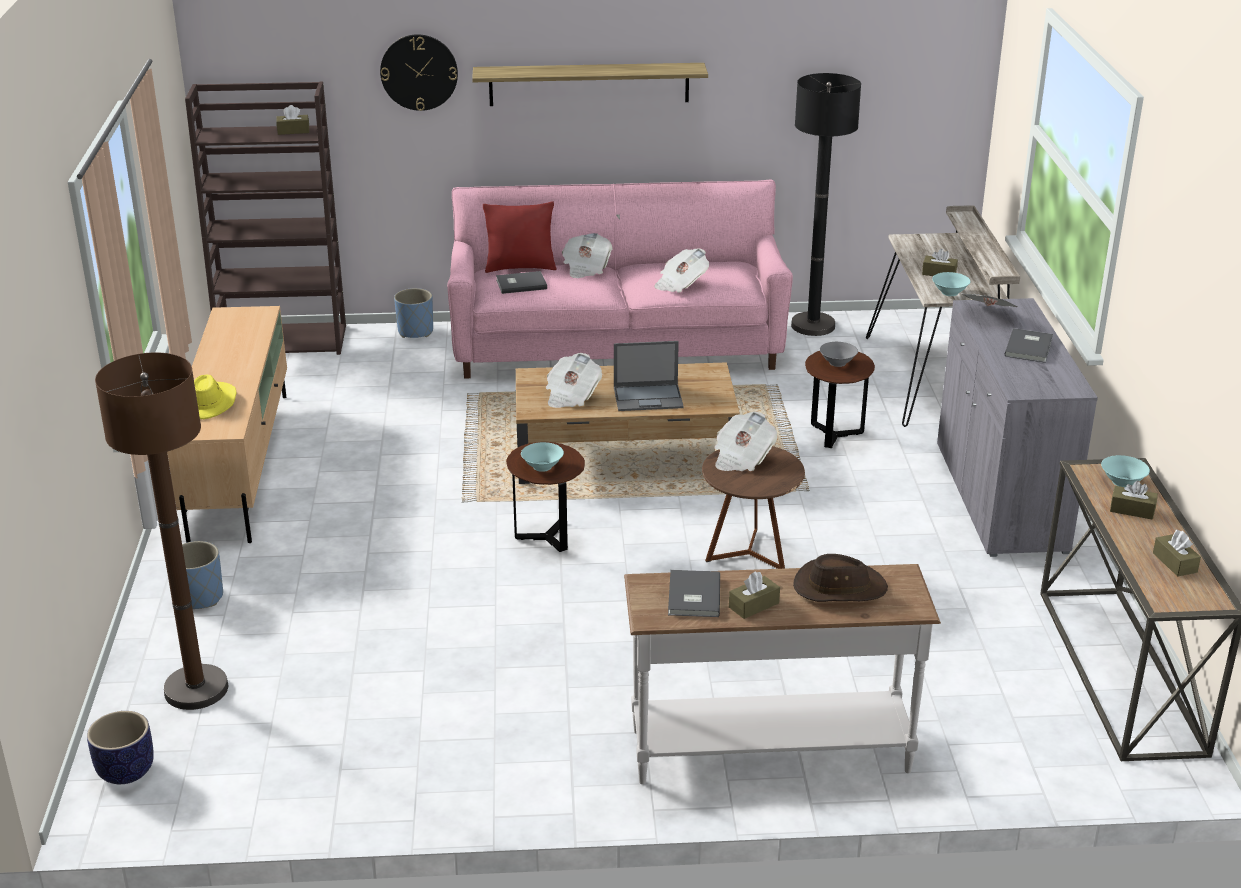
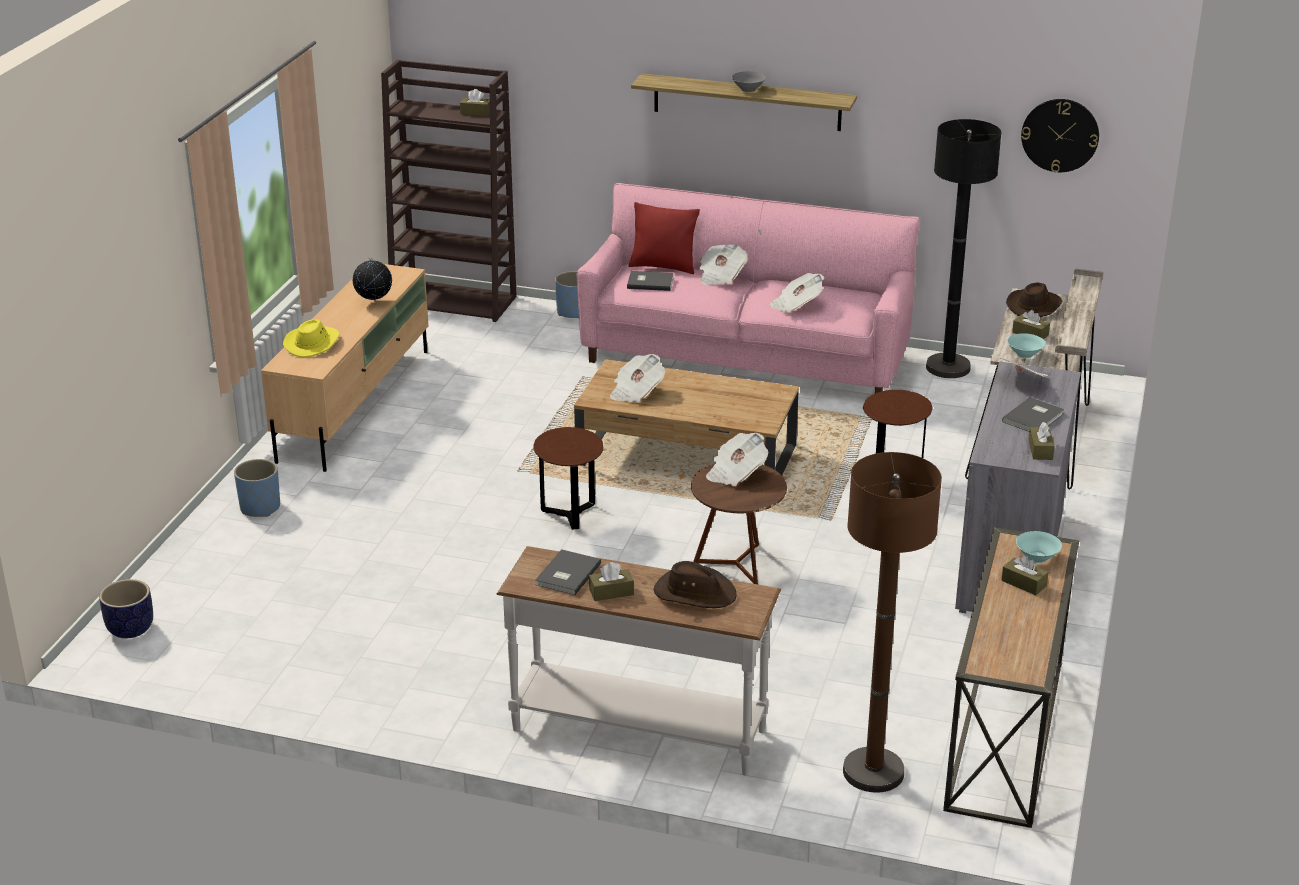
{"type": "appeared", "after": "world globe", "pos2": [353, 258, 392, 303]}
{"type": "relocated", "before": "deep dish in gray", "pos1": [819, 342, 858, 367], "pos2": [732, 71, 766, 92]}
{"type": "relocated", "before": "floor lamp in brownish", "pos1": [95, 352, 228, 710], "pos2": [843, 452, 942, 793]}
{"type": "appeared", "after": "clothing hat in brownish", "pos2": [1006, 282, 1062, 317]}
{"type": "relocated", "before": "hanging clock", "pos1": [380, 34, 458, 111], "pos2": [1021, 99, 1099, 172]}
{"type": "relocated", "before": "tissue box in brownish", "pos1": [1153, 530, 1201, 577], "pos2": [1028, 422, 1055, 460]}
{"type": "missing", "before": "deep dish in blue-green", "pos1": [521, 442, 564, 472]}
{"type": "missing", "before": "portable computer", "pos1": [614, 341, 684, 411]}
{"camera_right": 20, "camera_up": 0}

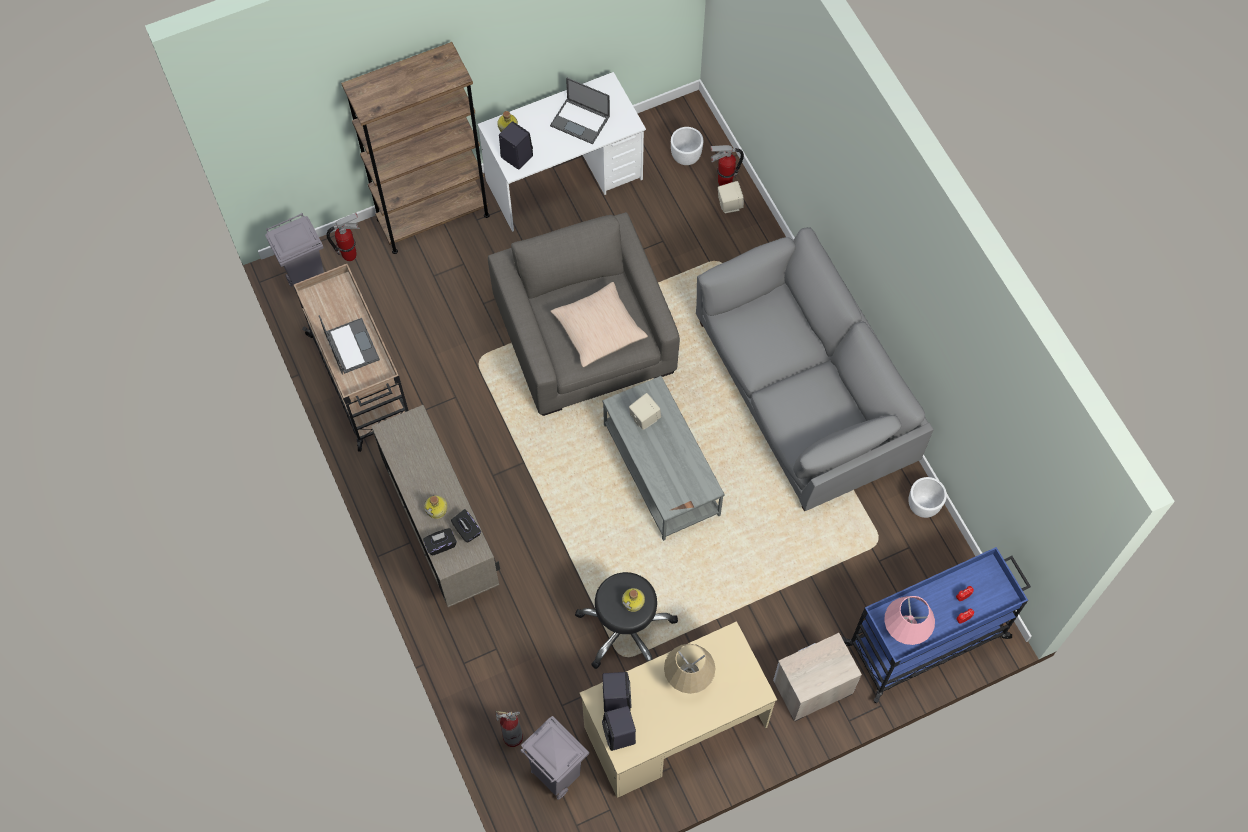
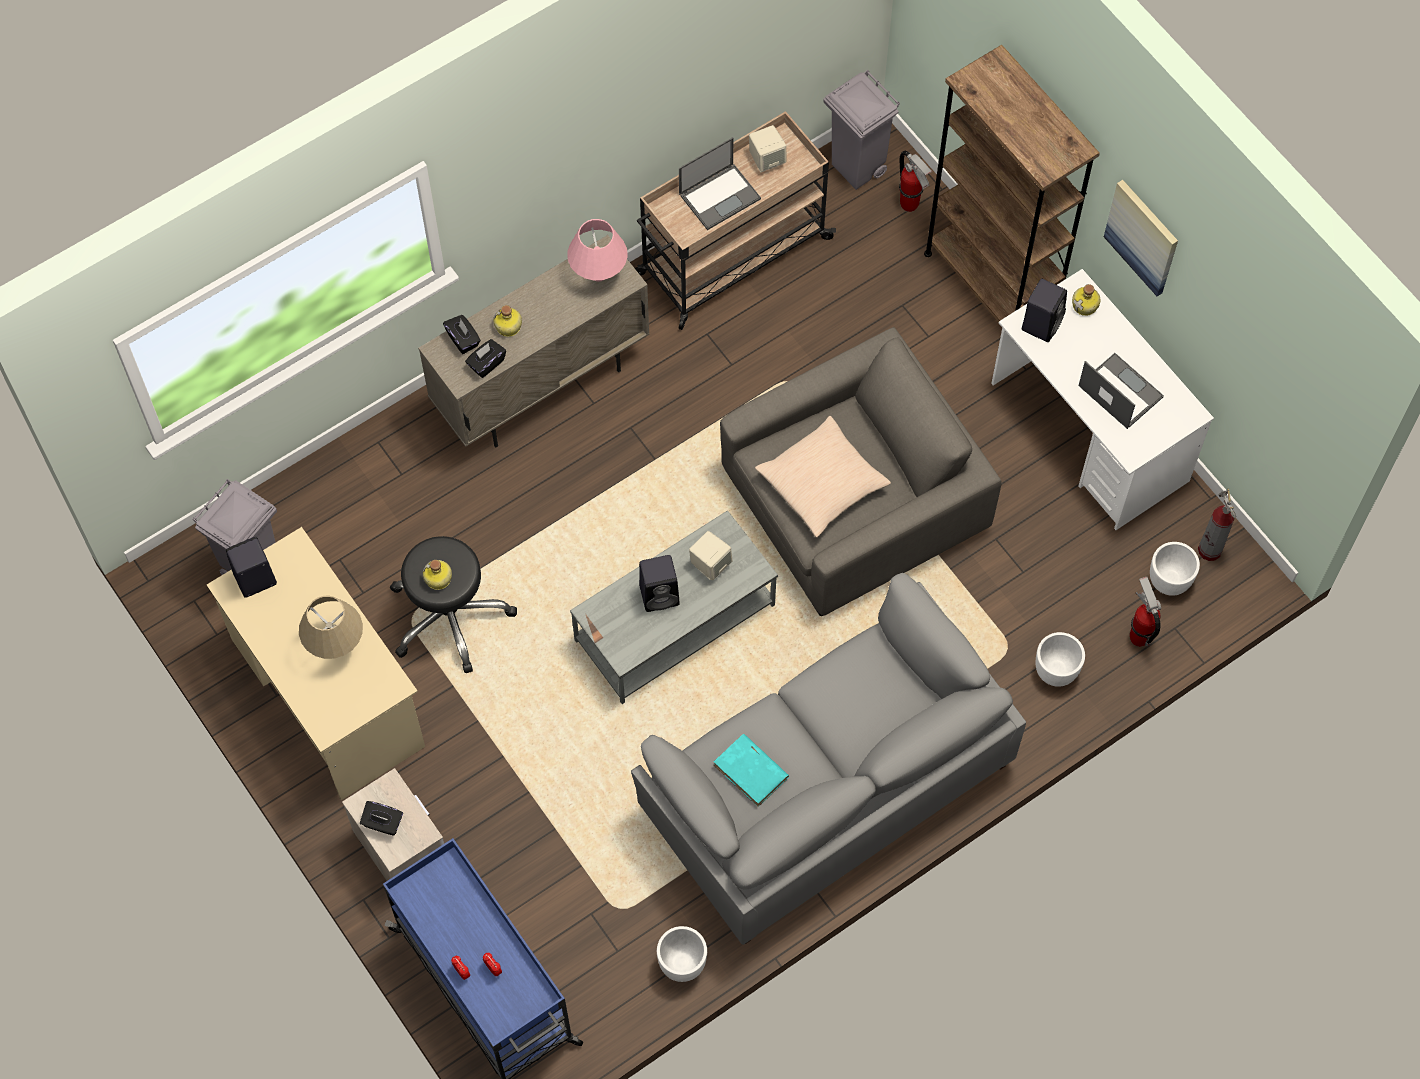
{"type": "appeared", "after": "tissue box in black-coloured", "pos2": [360, 801, 403, 836]}
{"type": "relocated", "before": "table lamp in pink-coloured", "pos1": [884, 596, 935, 645], "pos2": [567, 219, 628, 282]}
{"type": "relocated", "before": "loudspeaker in black-coloured", "pos1": [602, 672, 631, 712], "pos2": [639, 555, 680, 612]}
{"type": "appeared", "after": "bound book in blue-green", "pos2": [714, 734, 789, 807]}
{"type": "relocated", "before": "loudspeaker in sand-coloured", "pos1": [718, 181, 744, 213], "pos2": [749, 125, 787, 172]}
{"type": "appeared", "after": "plant pot in white-coloured", "pos2": [1035, 632, 1085, 687]}
{"type": "spun", "before": "portable computer", "pos1": [550, 77, 610, 144], "pos2": [1078, 353, 1164, 429], "turn": 120}
{"type": "appeared", "after": "wall art", "pos2": [1104, 180, 1178, 296]}
{"type": "relocated", "before": "fire extinguisher", "pos1": [496, 711, 523, 747], "pos2": [1198, 488, 1236, 561]}
{"camera_right": 80, "camera_up": 0}

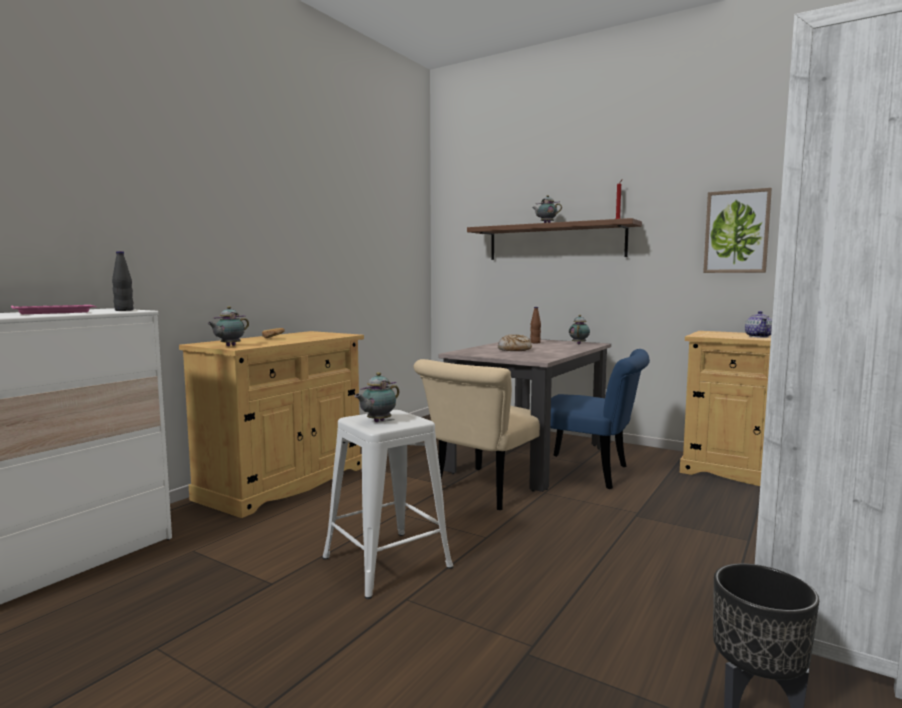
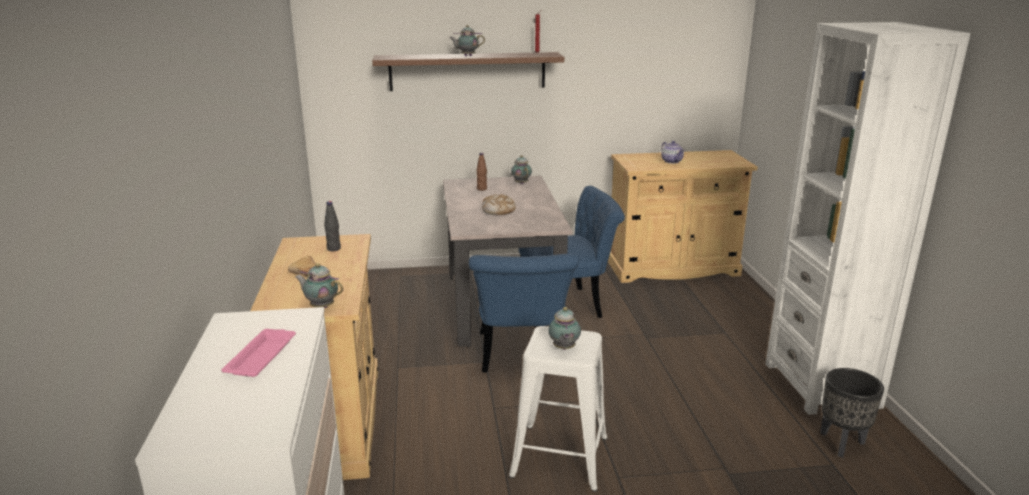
{"type": "spun", "before": "tea pot", "pos1": [207, 306, 249, 346], "pos2": [295, 263, 343, 308], "turn": 120}
{"type": "relocated", "before": "bottle in black-coloured", "pos1": [112, 251, 133, 311], "pos2": [324, 201, 341, 251]}
{"type": "colour", "before": "chair in sand-coloured", "after": "chair in bluish", "pos1": [414, 359, 540, 510], "pos2": [469, 253, 580, 373]}
{"type": "missing", "before": "wall art", "pos1": [703, 188, 772, 273]}
{"camera_right": -40, "camera_up": 15}

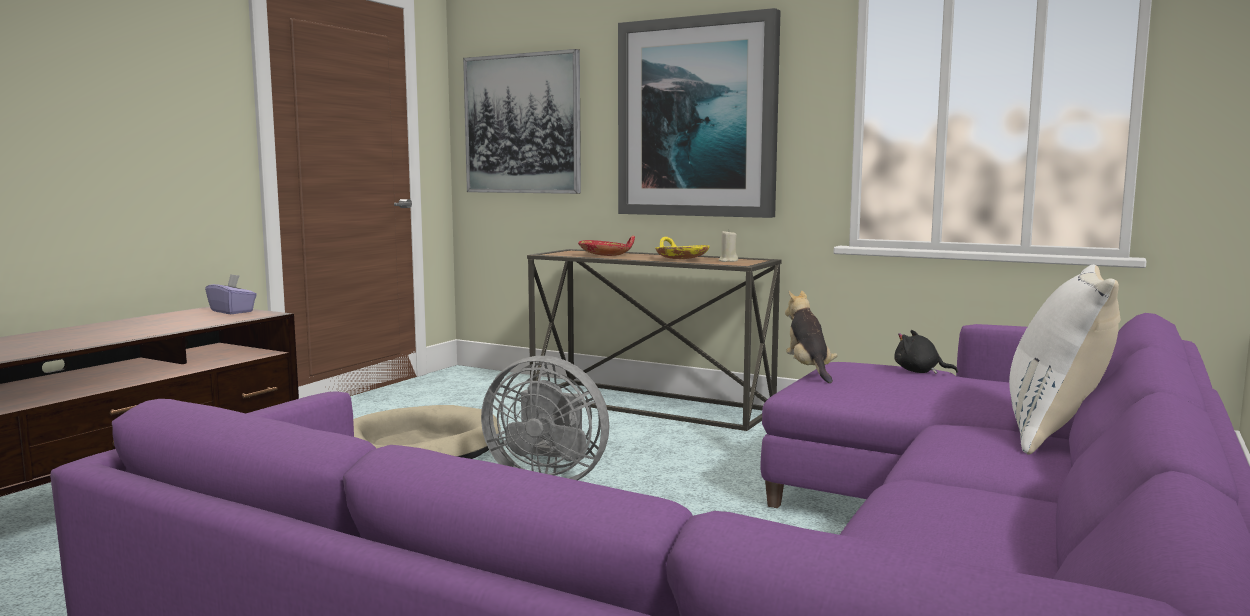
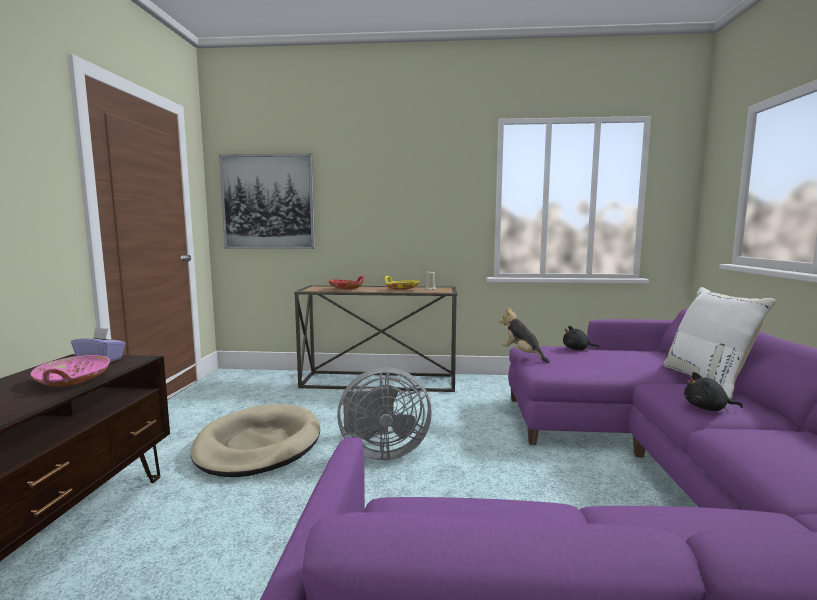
{"type": "appeared", "after": "deep dish in pink-coloured", "pos2": [31, 355, 110, 387]}
{"type": "appeared", "after": "soft toy in black-coloured", "pos2": [684, 372, 743, 411]}
{"type": "missing", "before": "wall art", "pos1": [618, 8, 781, 218]}
{"camera_right": -25, "camera_up": 0}

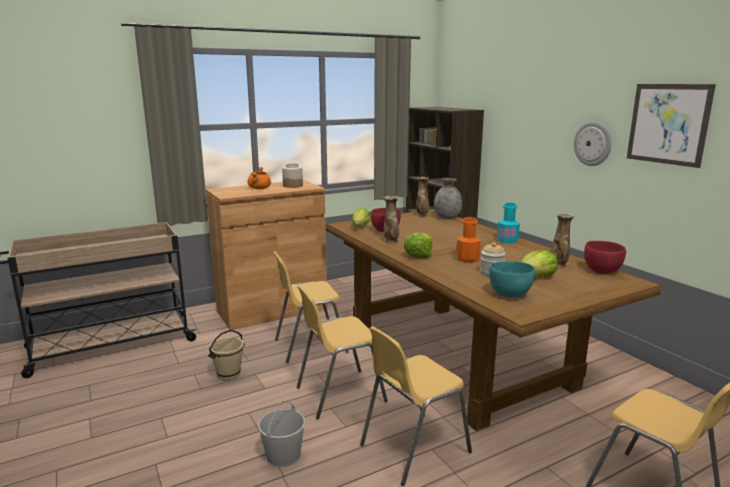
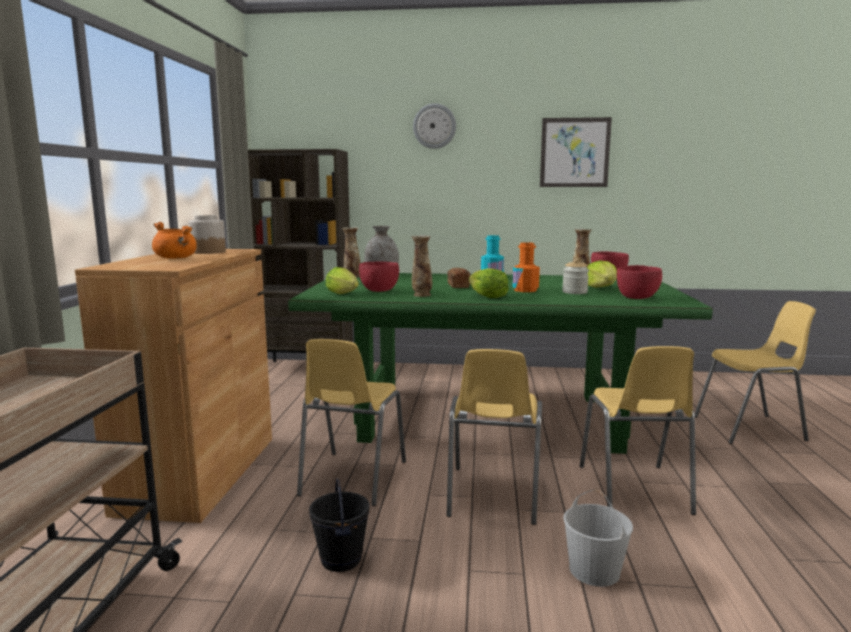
{"type": "colour", "before": "kitchen table in brownish", "after": "kitchen table in green", "pos1": [326, 209, 662, 431], "pos2": [288, 273, 713, 454]}
{"type": "colour", "before": "bucket in sand-coloured", "after": "bucket in black-coloured", "pos1": [208, 330, 245, 380], "pos2": [309, 478, 369, 572]}
{"type": "relocated", "before": "hanging clock", "pos1": [574, 121, 612, 166], "pos2": [413, 103, 456, 149]}
{"type": "appeared", "after": "bread", "pos2": [447, 268, 470, 288]}
{"type": "colour", "before": "deep dish in blue-green", "after": "deep dish in red-coloured", "pos1": [489, 261, 535, 298], "pos2": [617, 265, 662, 299]}
{"camera_right": -55, "camera_up": -5}

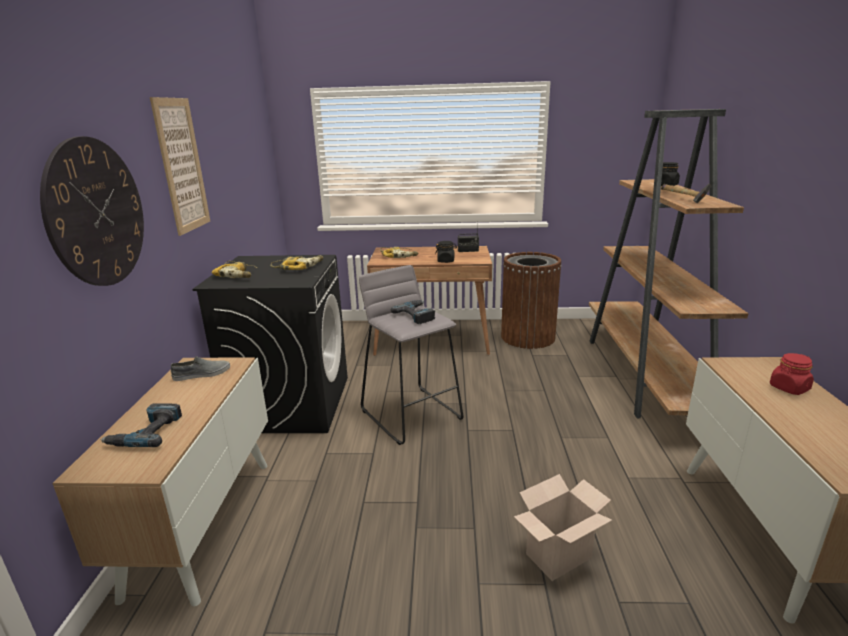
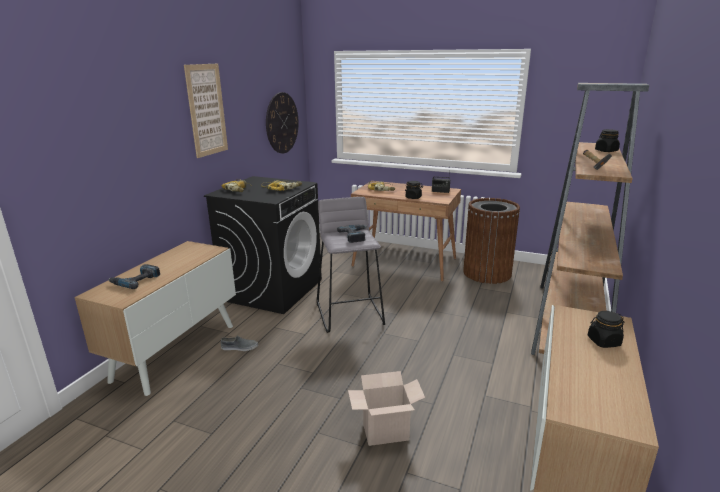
{"type": "relocated", "before": "item of footwear in gray", "pos1": [171, 356, 230, 381], "pos2": [221, 336, 258, 351]}
{"type": "relocated", "before": "hanging clock", "pos1": [40, 136, 144, 286], "pos2": [266, 92, 299, 153]}
{"type": "colour", "before": "preserve jar in red-coloured", "after": "preserve jar in black-coloured", "pos1": [770, 353, 814, 395], "pos2": [588, 311, 624, 348]}
{"camera_right": 20, "camera_up": 0}

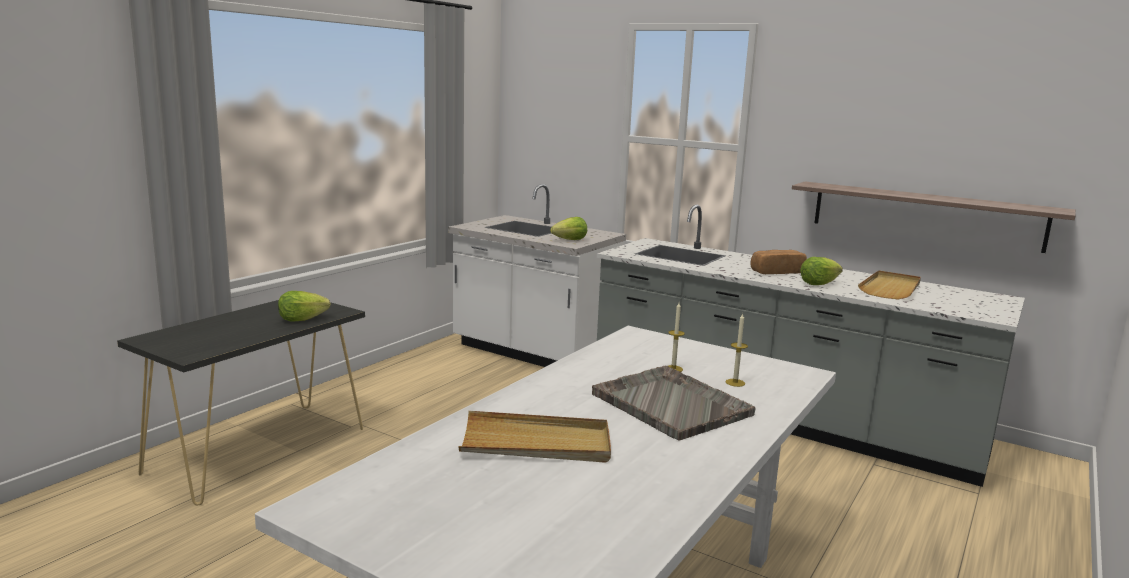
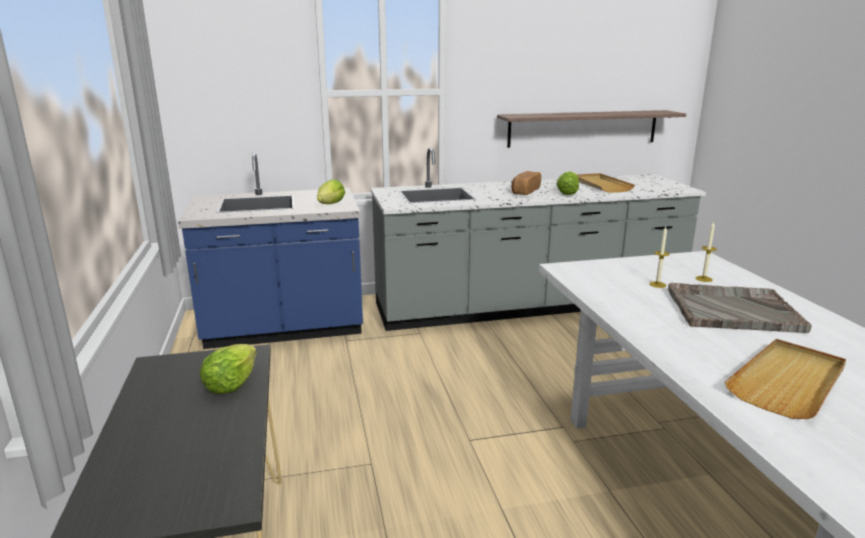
{"type": "colour", "before": "kitchen counter in white-coloured", "after": "kitchen counter in bluish", "pos1": [448, 184, 626, 367], "pos2": [178, 153, 363, 349]}
{"camera_right": -45, "camera_up": 5}

